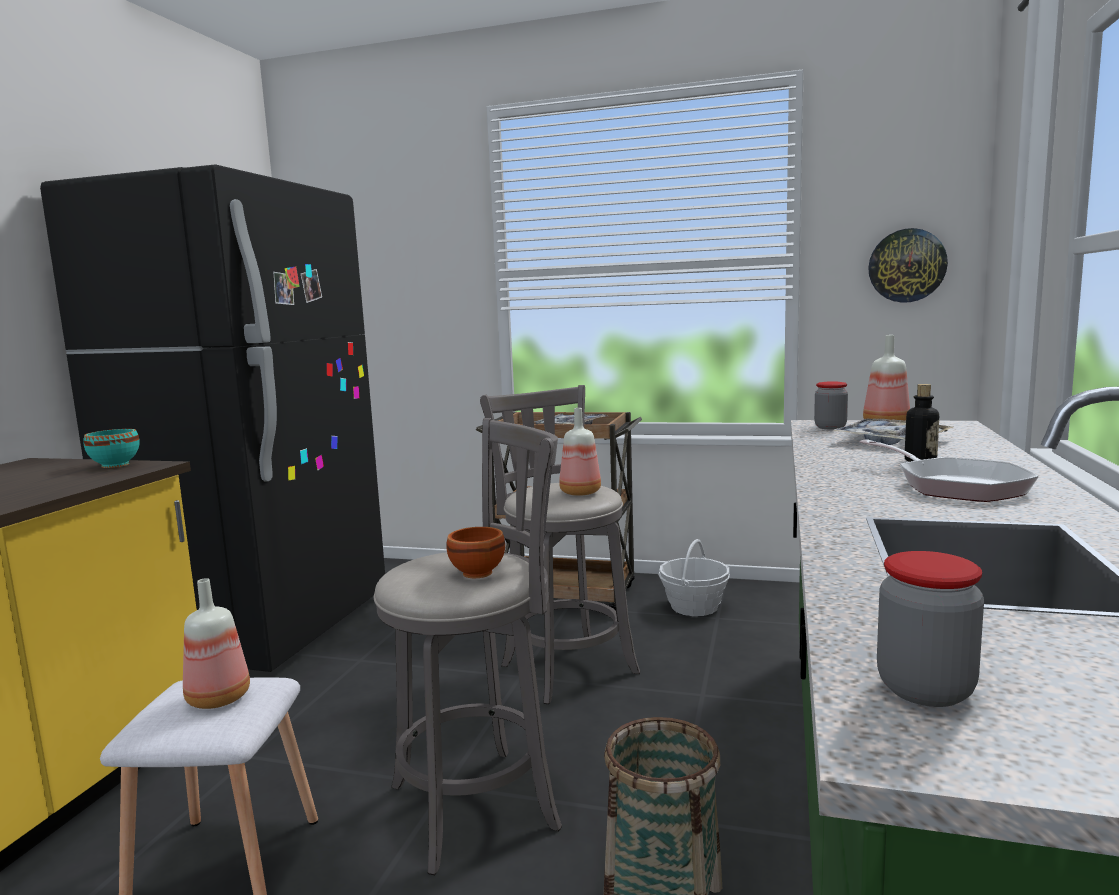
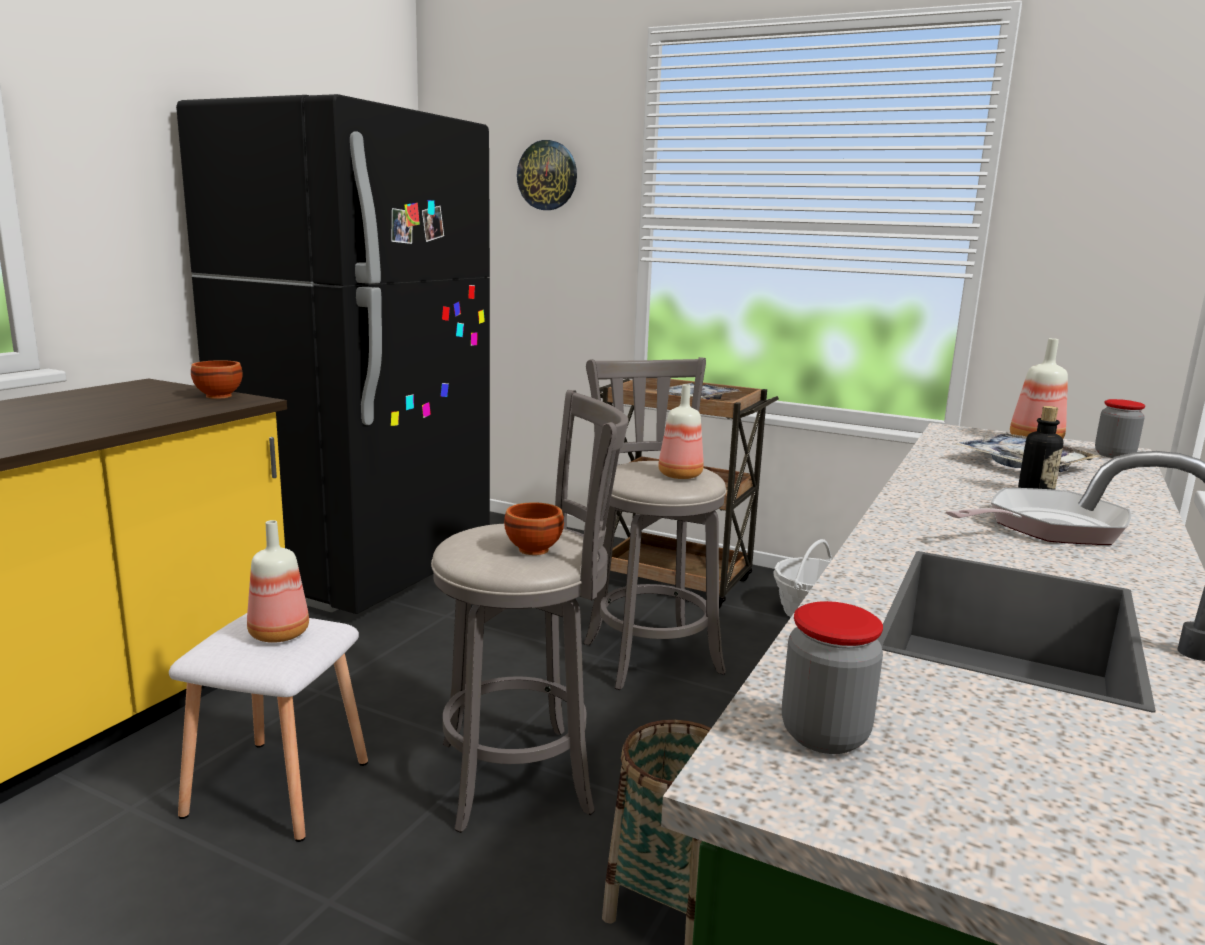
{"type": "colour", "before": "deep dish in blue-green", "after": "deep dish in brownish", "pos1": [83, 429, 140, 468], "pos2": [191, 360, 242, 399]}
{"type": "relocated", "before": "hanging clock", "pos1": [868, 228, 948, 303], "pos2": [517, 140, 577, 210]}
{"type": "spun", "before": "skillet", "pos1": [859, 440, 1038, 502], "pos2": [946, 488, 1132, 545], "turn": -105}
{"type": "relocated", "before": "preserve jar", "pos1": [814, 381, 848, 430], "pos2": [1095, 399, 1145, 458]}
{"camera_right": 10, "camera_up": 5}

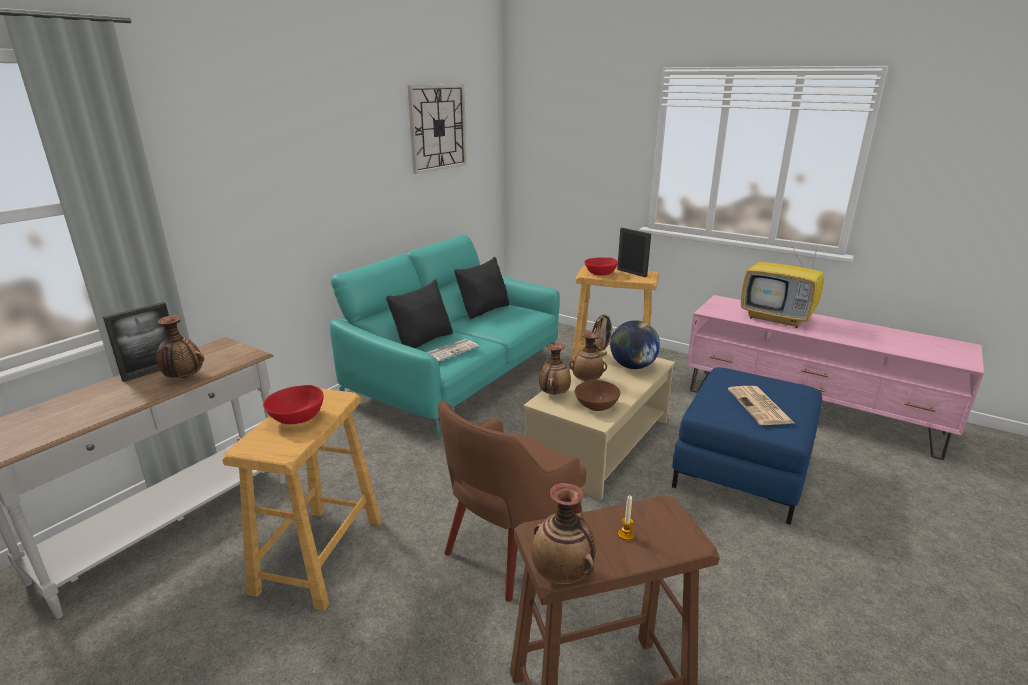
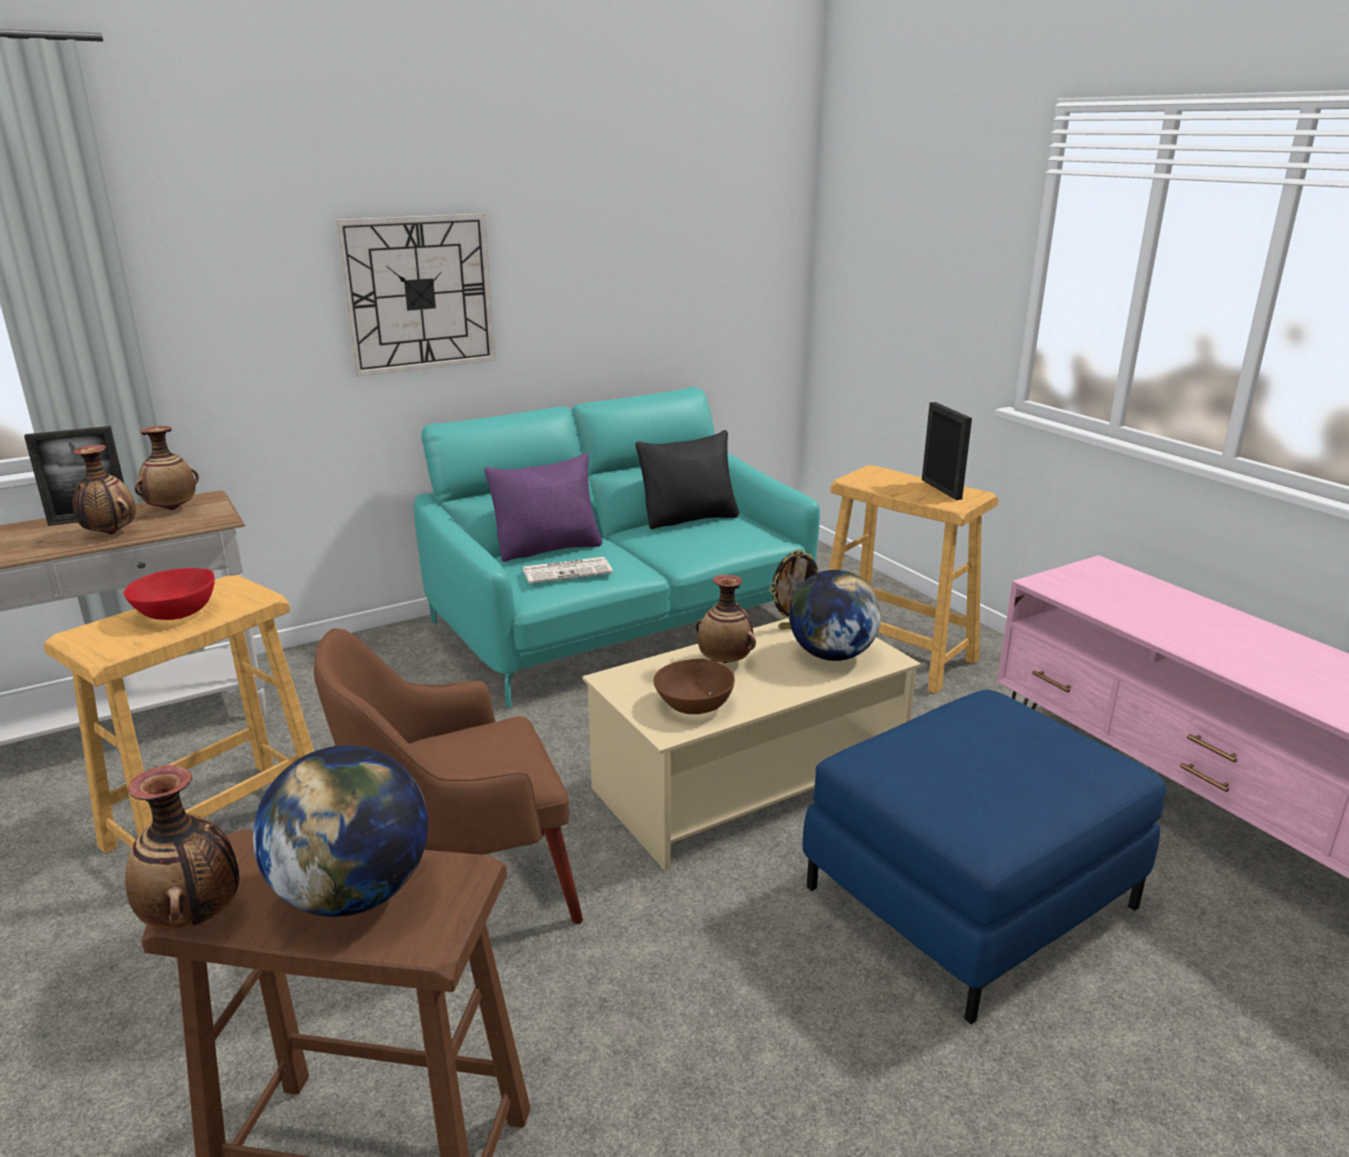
{"type": "relocated", "before": "decorative vase", "pos1": [539, 343, 571, 395], "pos2": [134, 426, 199, 510]}
{"type": "exchanged", "before": "candle", "after": "world globe", "pos1": [618, 496, 634, 540], "pos2": [253, 745, 428, 917]}
{"type": "relocated", "before": "hanging clock", "pos1": [408, 84, 467, 174], "pos2": [335, 214, 496, 377]}
{"type": "colour", "before": "cushion in black-coloured", "after": "cushion in purplish", "pos1": [386, 280, 453, 348], "pos2": [484, 453, 603, 562]}
{"type": "missing", "before": "deep dish in red-coloured", "pos1": [584, 257, 618, 275]}
{"type": "missing", "before": "daily paper", "pos1": [728, 386, 794, 425]}
{"type": "missing", "before": "TV", "pos1": [741, 239, 824, 328]}
{"camera_right": 25, "camera_up": 0}

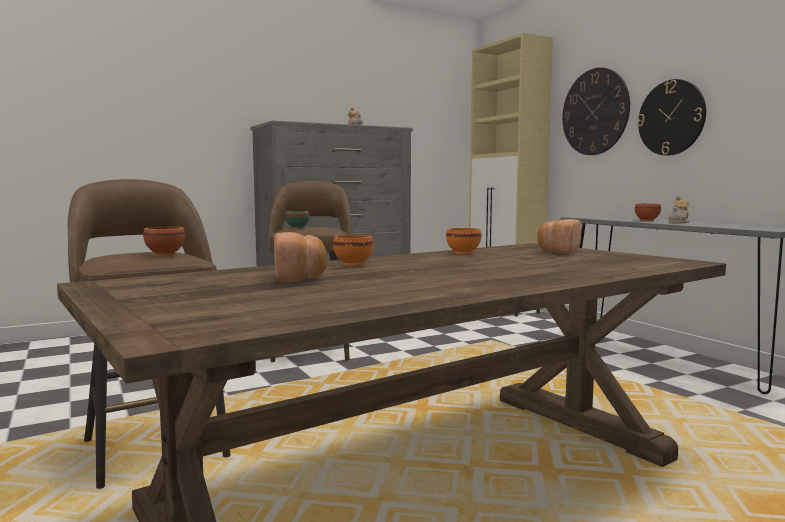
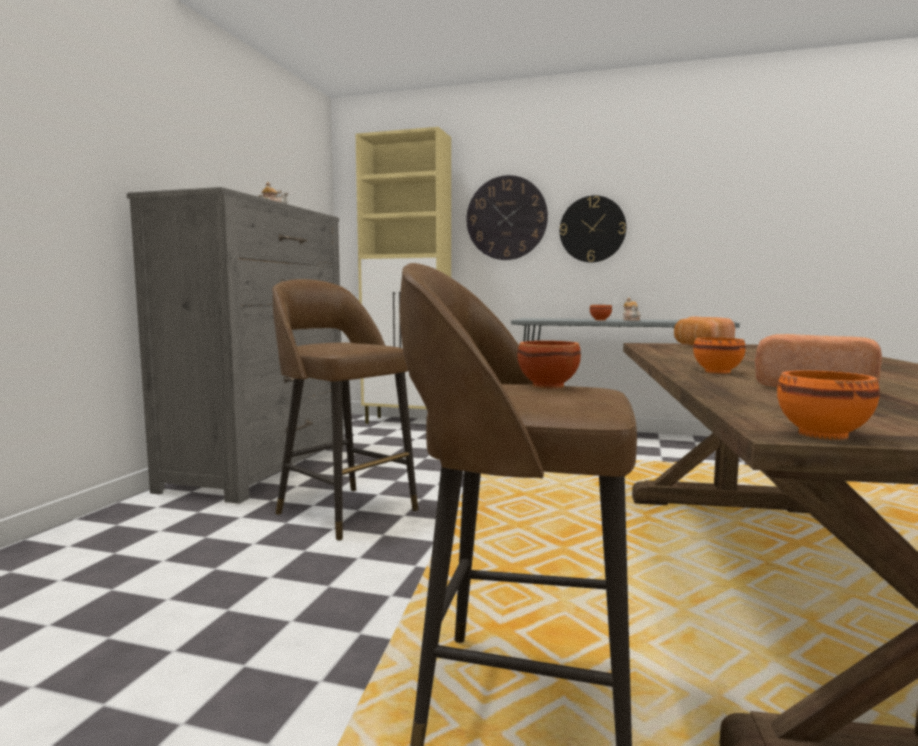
{"type": "relocated", "before": "deep dish in orangey", "pos1": [446, 228, 481, 254], "pos2": [777, 370, 880, 440]}
{"type": "missing", "before": "deep dish in green", "pos1": [285, 211, 310, 228]}
{"camera_right": -45, "camera_up": 0}

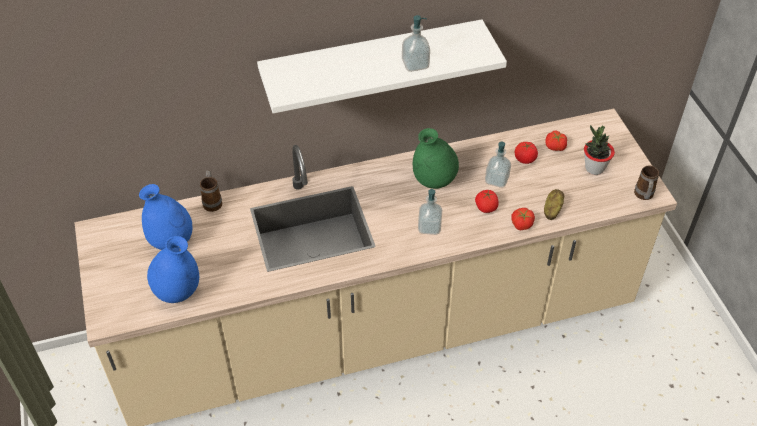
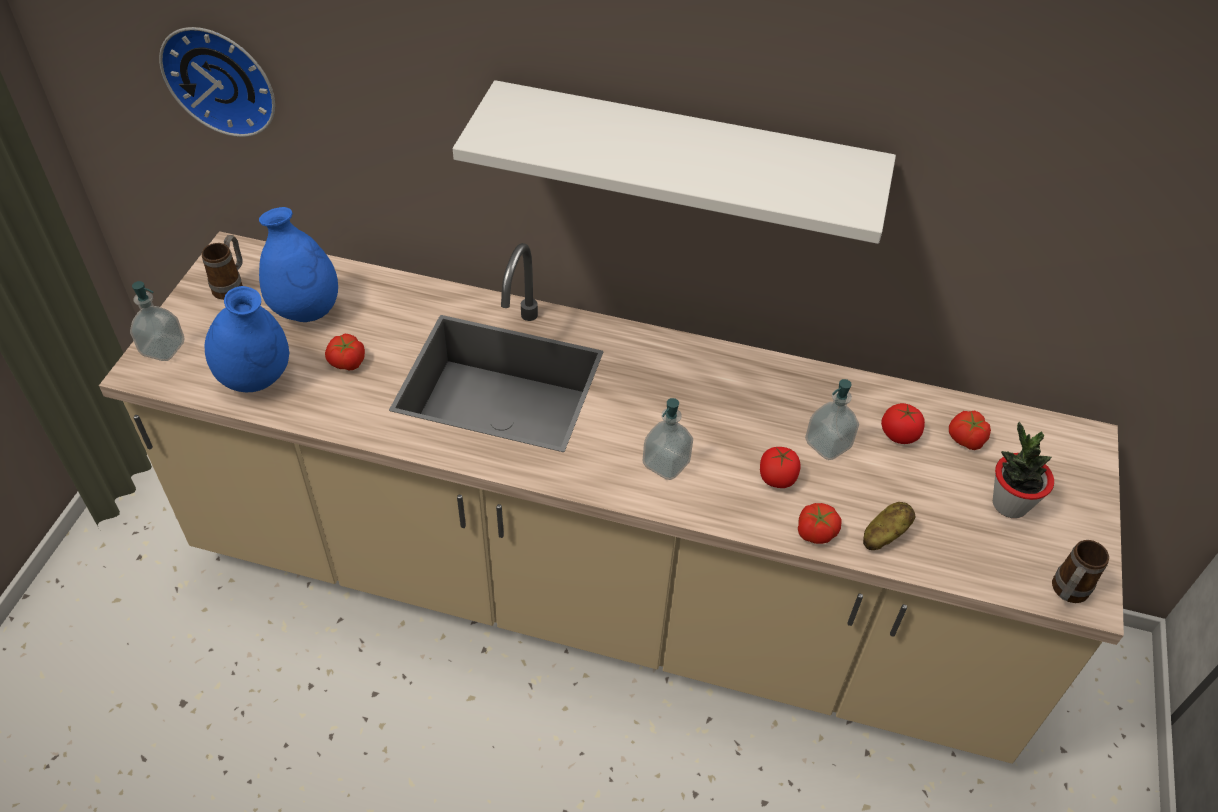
{"type": "relocated", "before": "soap dispenser", "pos1": [402, 15, 430, 72], "pos2": [130, 281, 184, 361]}
{"type": "appeared", "after": "hanging clock", "pos2": [159, 27, 275, 137]}
{"type": "relocated", "before": "mug", "pos1": [200, 170, 222, 212], "pos2": [202, 235, 243, 300]}
{"type": "appeared", "after": "whole tomato", "pos2": [325, 333, 365, 370]}
{"type": "missing", "before": "decorative vase in green", "pos1": [413, 128, 459, 189]}
{"camera_right": 30, "camera_up": 0}

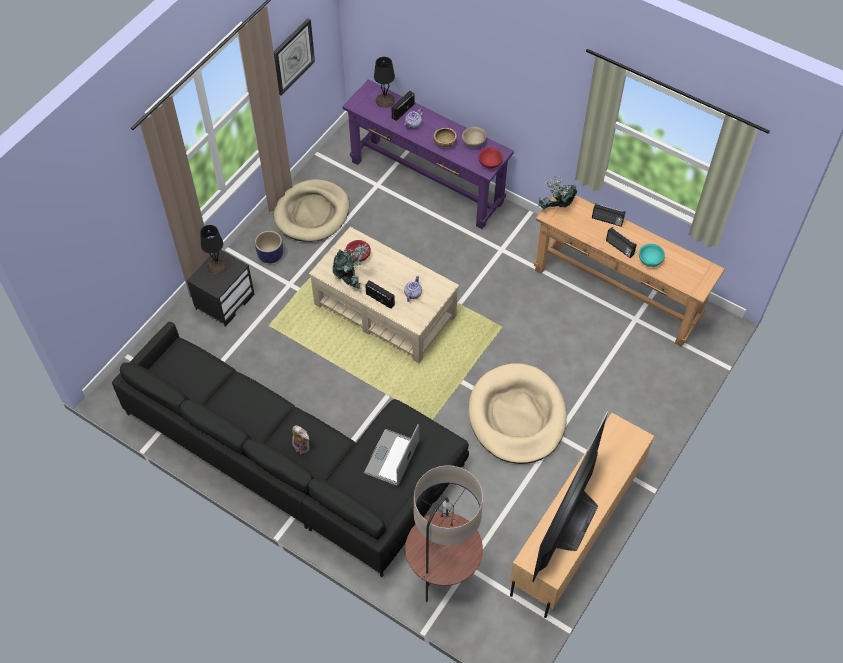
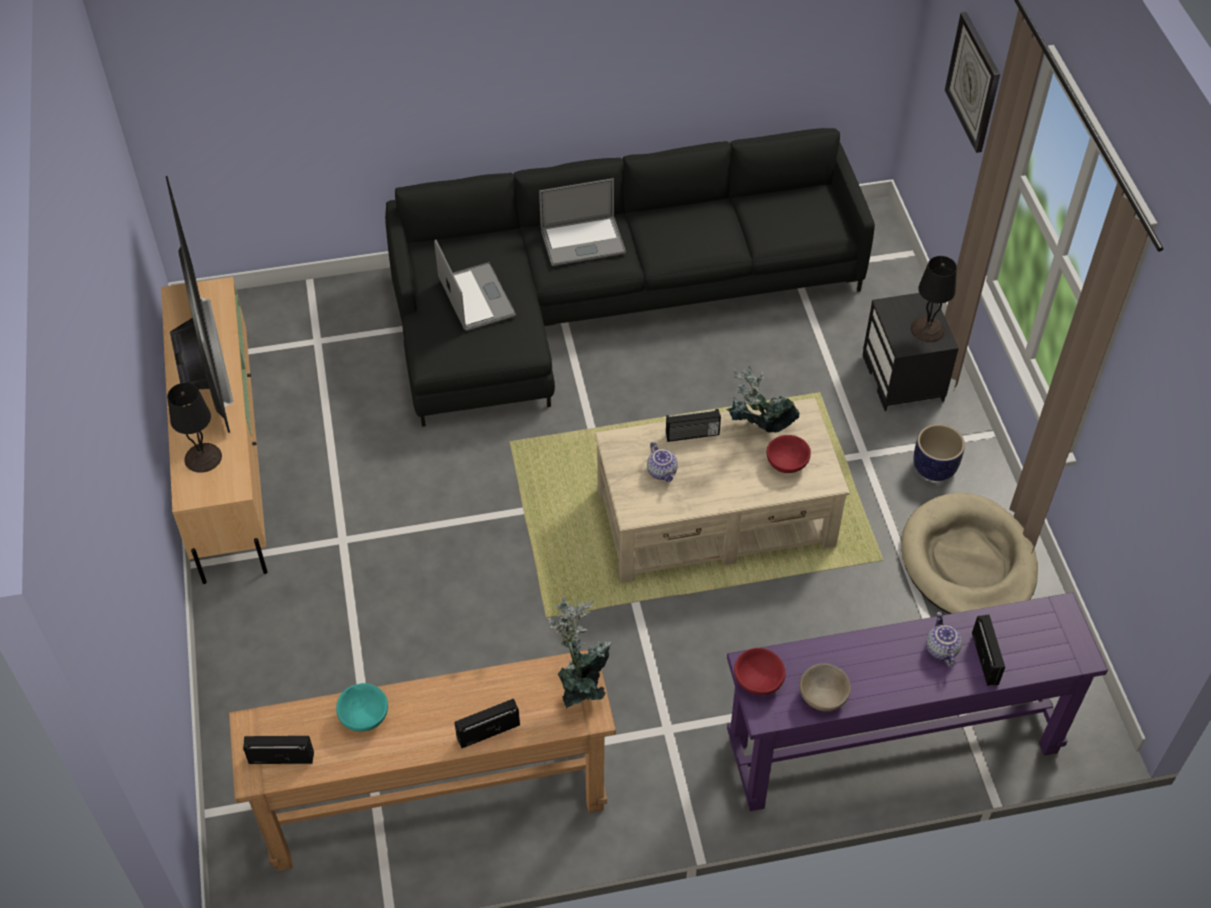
{"type": "relocated", "before": "table lamp in black-coloured", "pos1": [374, 57, 395, 108], "pos2": [167, 383, 222, 473]}
{"type": "relocated", "before": "radio", "pos1": [606, 227, 637, 258], "pos2": [243, 736, 314, 764]}
{"type": "exchanged", "before": "soft toy", "after": "portable computer", "pos1": [292, 425, 310, 454], "pos2": [539, 178, 626, 266]}
{"type": "relocated", "before": "hanging clock", "pos1": [274, 18, 315, 96], "pos2": [945, 12, 1000, 153]}
{"type": "missing", "before": "floor lamp", "pos1": [405, 465, 483, 602]}
{"type": "missing", "before": "deep dish in brownish", "pos1": [433, 127, 457, 147]}
{"type": "missing", "before": "dog cushion in sand-coloured", "pos1": [468, 363, 567, 464]}
{"camera_right": 135, "camera_up": -5}

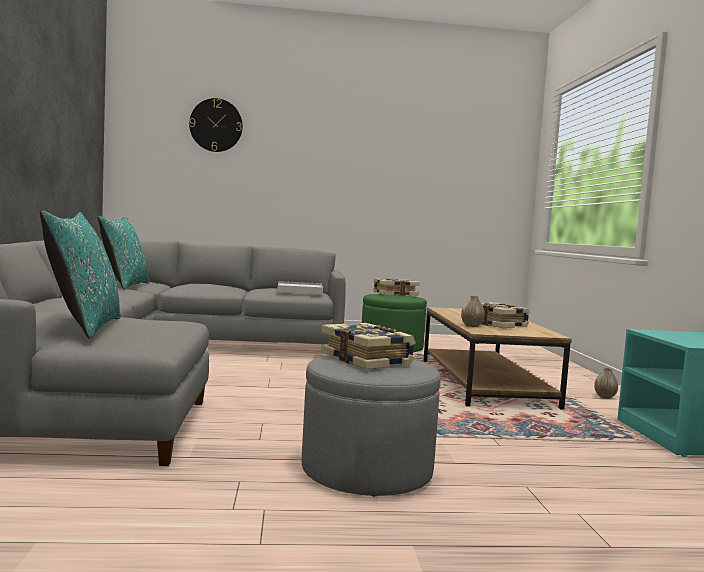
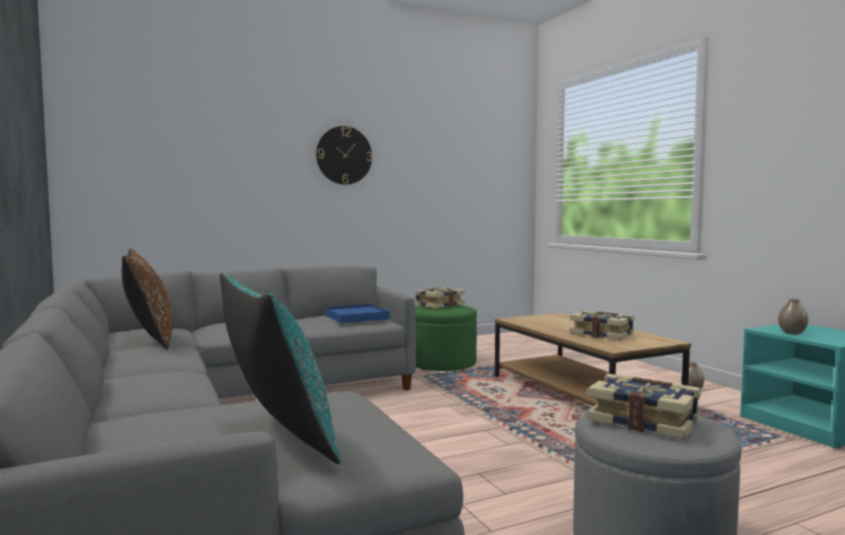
{"type": "colour", "before": "cushion in blue-green", "after": "cushion in brownish", "pos1": [98, 216, 150, 290], "pos2": [122, 248, 173, 349]}
{"type": "relocated", "before": "hanging clock", "pos1": [189, 98, 243, 152], "pos2": [316, 126, 372, 185]}
{"type": "colour", "before": "tray in white-coloured", "after": "tray in bluish", "pos1": [277, 281, 323, 294], "pos2": [325, 304, 390, 323]}
{"type": "relocated", "before": "decorative vase", "pos1": [461, 296, 485, 327], "pos2": [778, 299, 808, 334]}
{"camera_right": -20, "camera_up": 0}

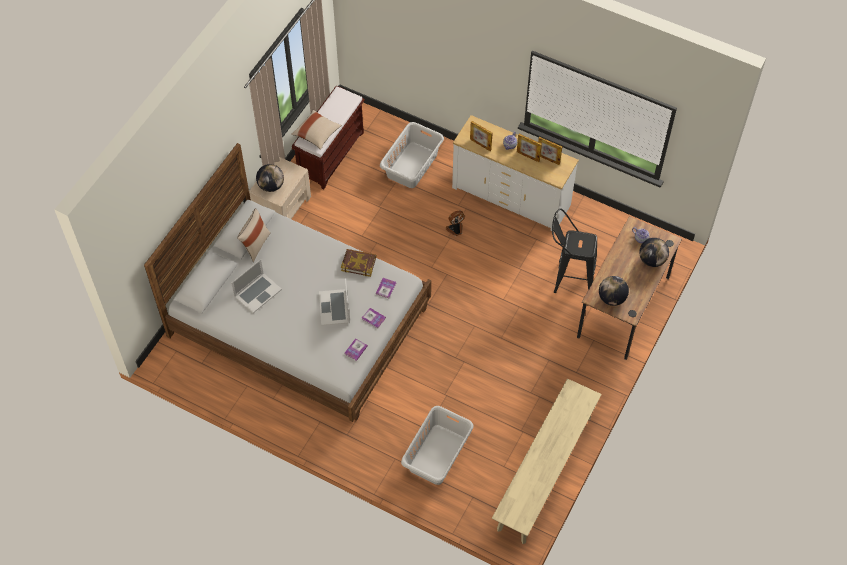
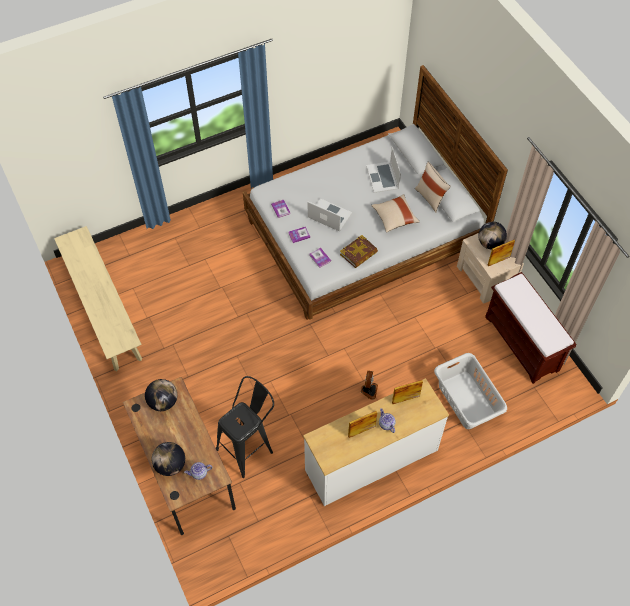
{"type": "relocated", "before": "cushion in sand-coloured", "pos1": [291, 110, 342, 150], "pos2": [371, 194, 420, 233]}
{"type": "relocated", "before": "photo frame", "pos1": [538, 137, 562, 165], "pos2": [488, 240, 515, 266]}
{"type": "missing", "before": "washing basket in gray", "pos1": [401, 406, 474, 485]}
{"camera_right": 125, "camera_up": 0}

